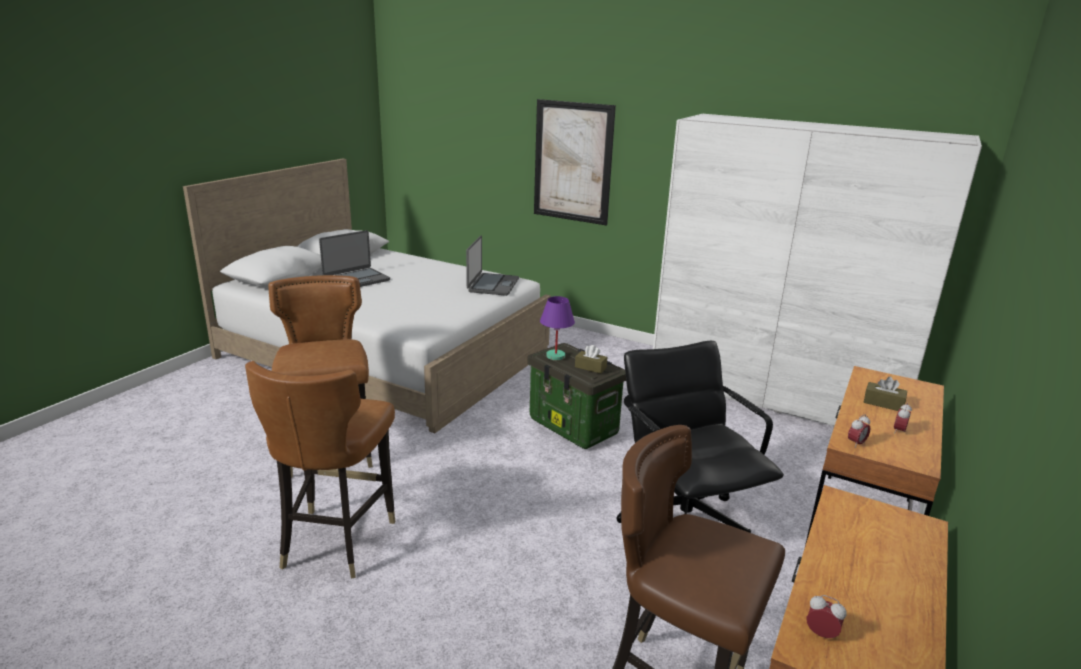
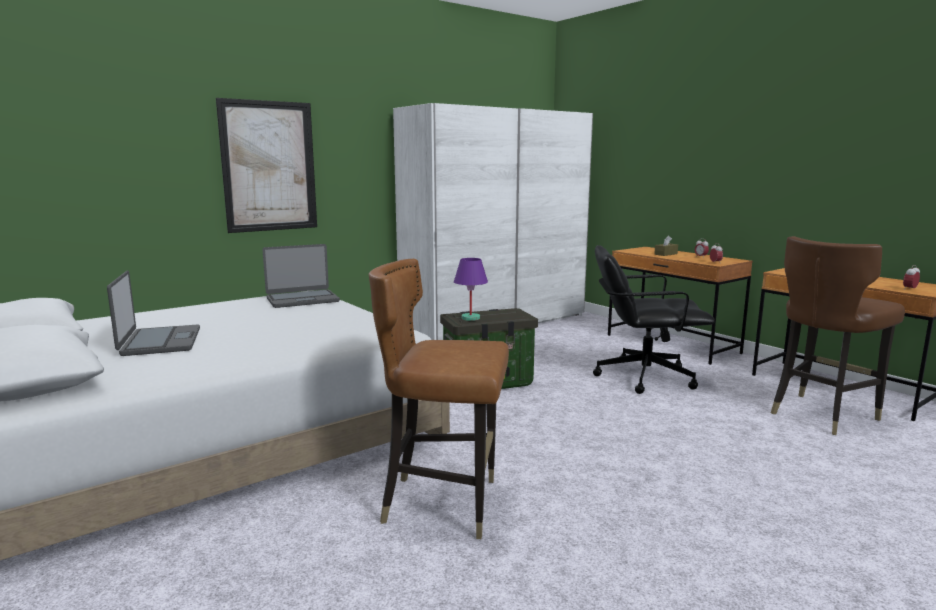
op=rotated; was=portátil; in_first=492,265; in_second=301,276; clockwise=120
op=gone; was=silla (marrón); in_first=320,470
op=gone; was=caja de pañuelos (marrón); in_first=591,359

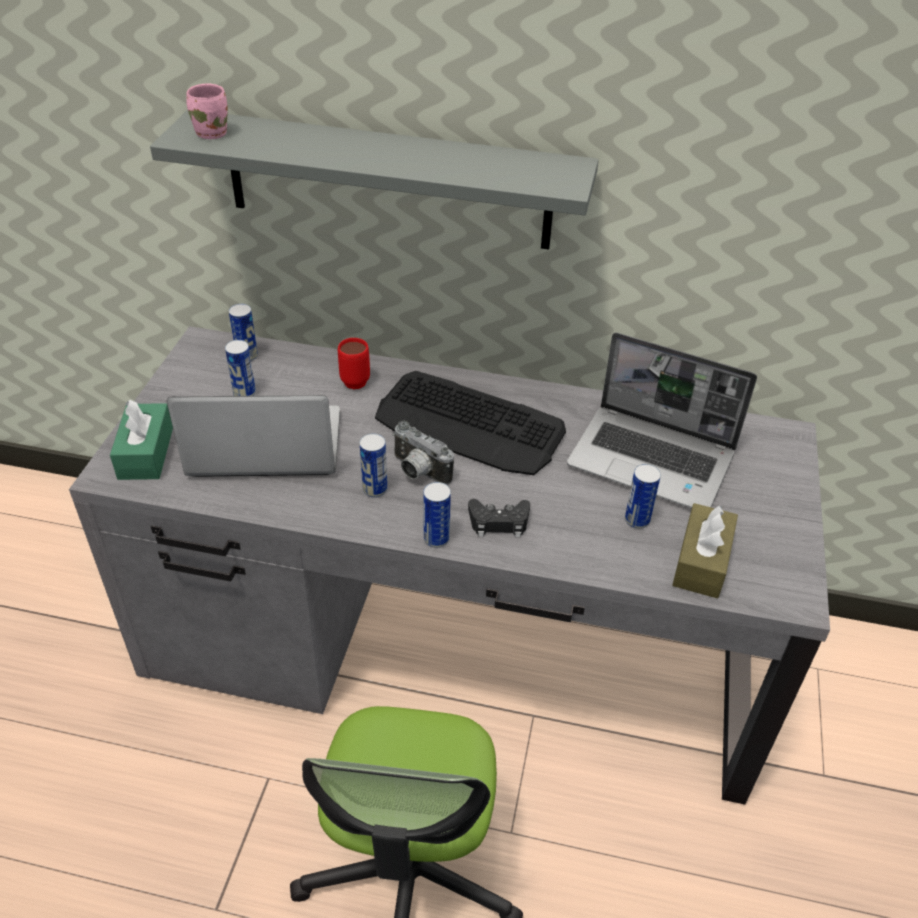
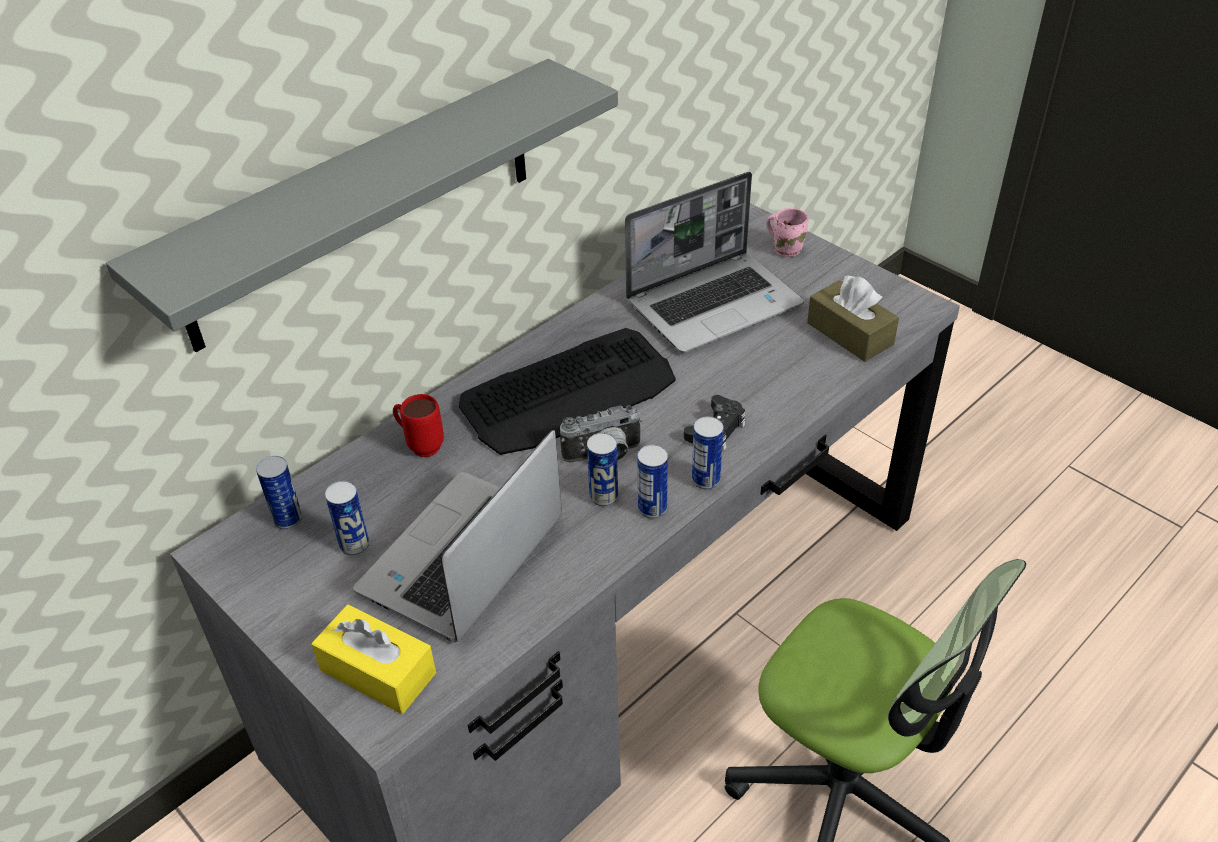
op=repainted; was=caja de pañuelos (verde); now=caja de pañuelos (amarillo); in_first=141,440; in_second=374,659
op=shifted; was=lata; in_first=643,496; in_second=653,482
op=shifted; was=taza grande (rosa); in_first=207,111; in_second=787,232

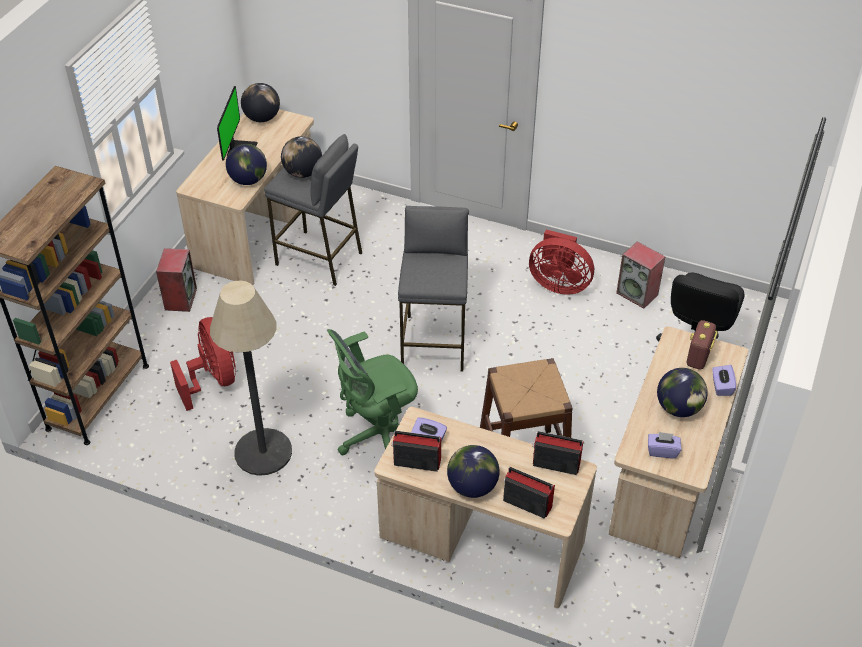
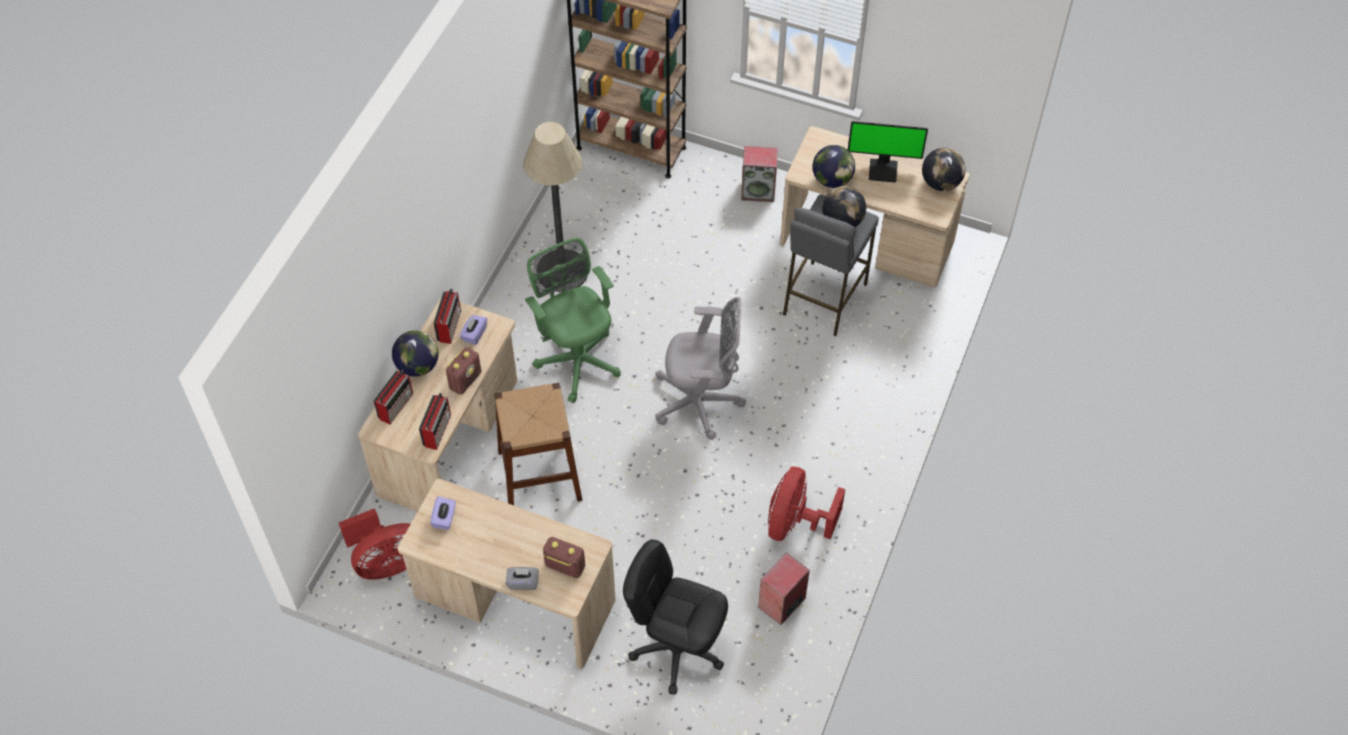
op=shifted; was=ventilador (rojo); in_first=203,364; in_second=374,544
op=new; now=radio; in_second=463,371
op=repainted; was=caja de pañuelos (morado); now=caja de pañuelos (gris); in_first=724,380; in_second=522,578
op=swapped; was=taburete (gris); now=silla de oficina (gris); in_first=433,289; in_second=700,368
op=gone; was=globo terráqueo; in_first=682,392

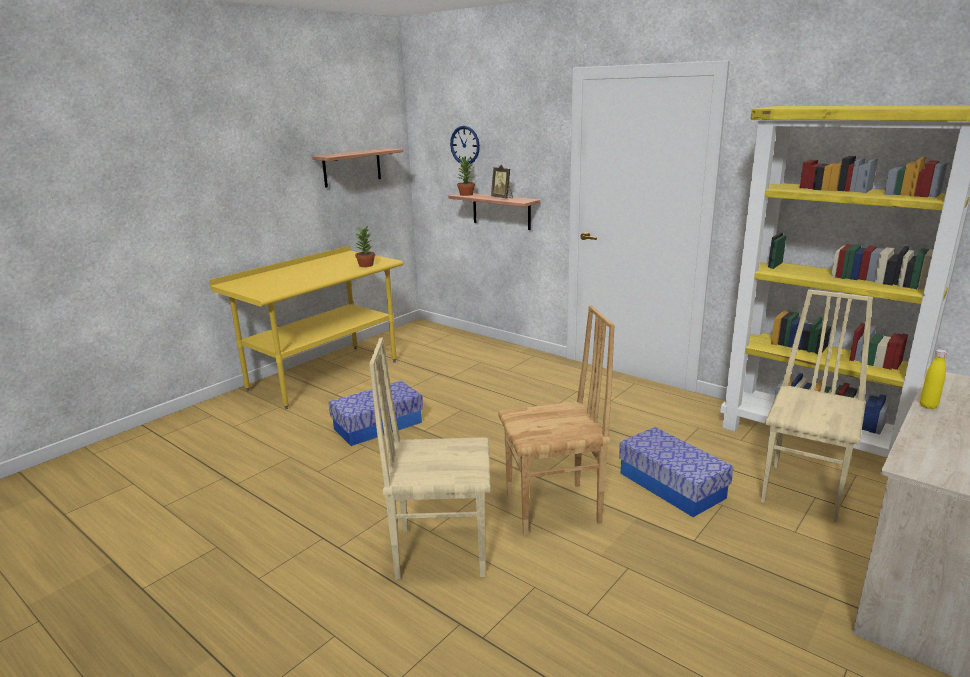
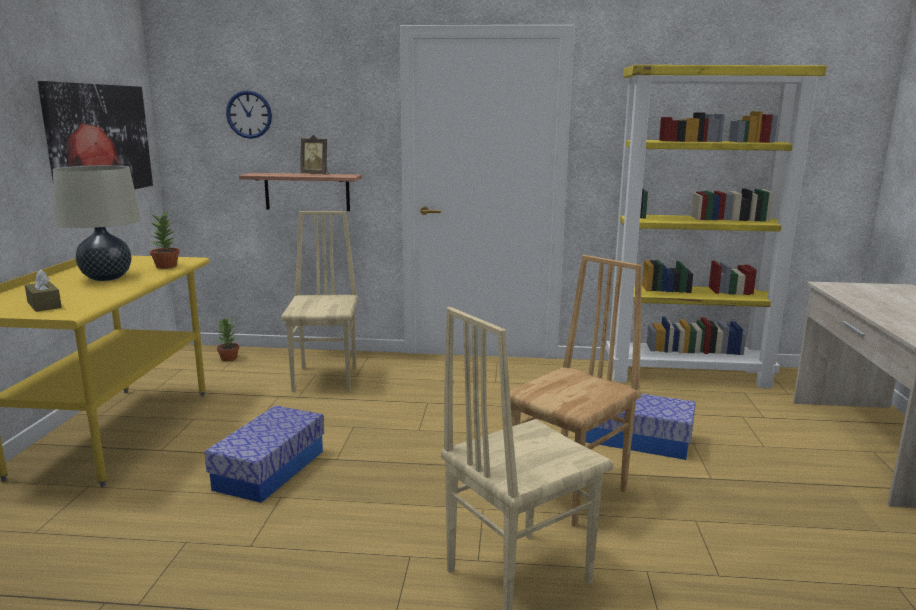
op=new; now=caja de pañuelos (marrón); in_second=43,290
op=swapped; was=estante; now=cuadro; in_first=358,168; in_second=95,135
op=new; now=lámpara de mesa (beis); in_second=97,223
op=shifted; was=planta en maceta; in_first=466,176; in_second=227,339
op=shifted; was=silla (beis); in_first=817,406; in_second=319,301
op=gone; was=botella (amarillo); in_first=933,379

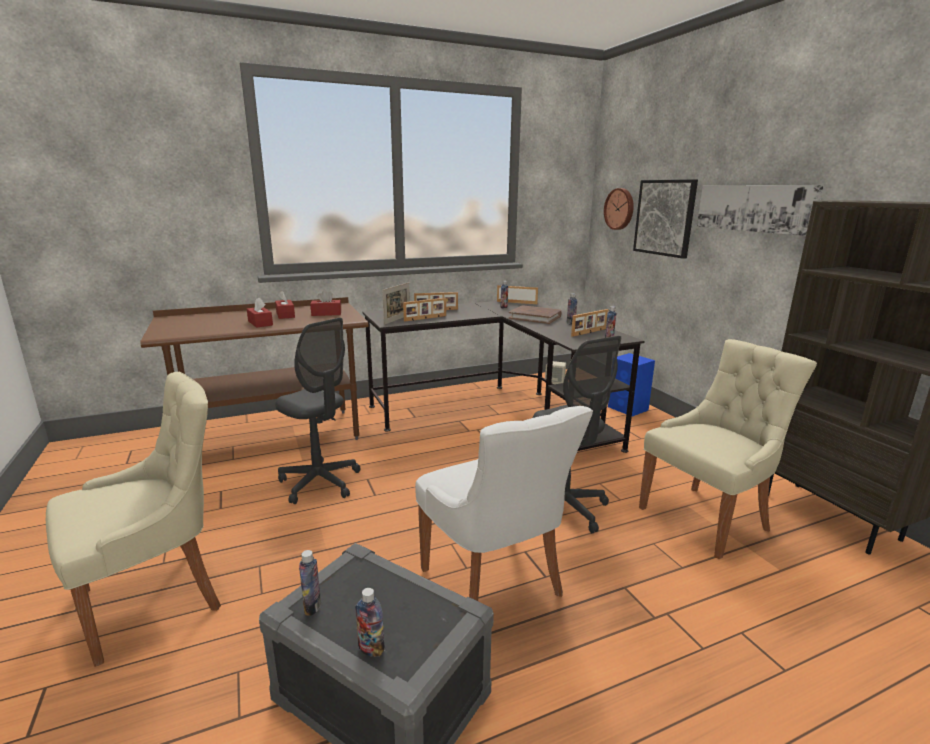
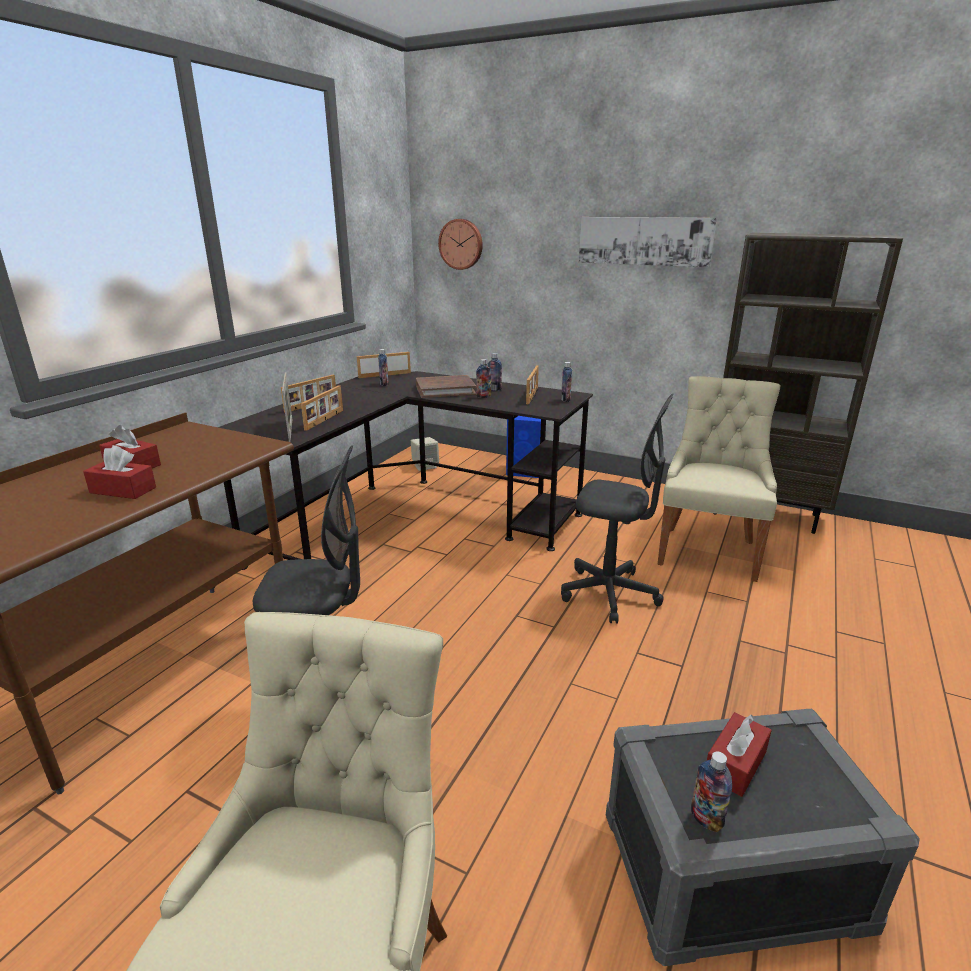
op=shifted; was=botella; in_first=370,622; in_second=484,378
op=shifted; was=caja de pañuelos (rojo); in_first=325,303; in_second=739,754
op=gone; was=silla (blanco); in_first=504,503
op=gone; was=cuadro; in_first=665,219

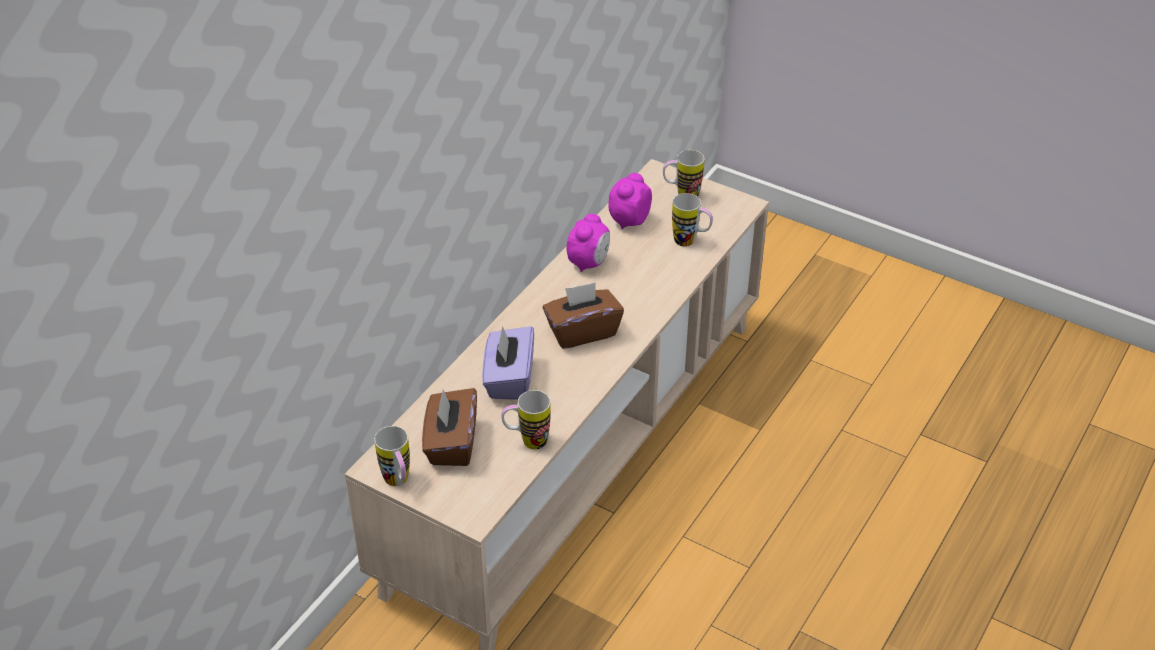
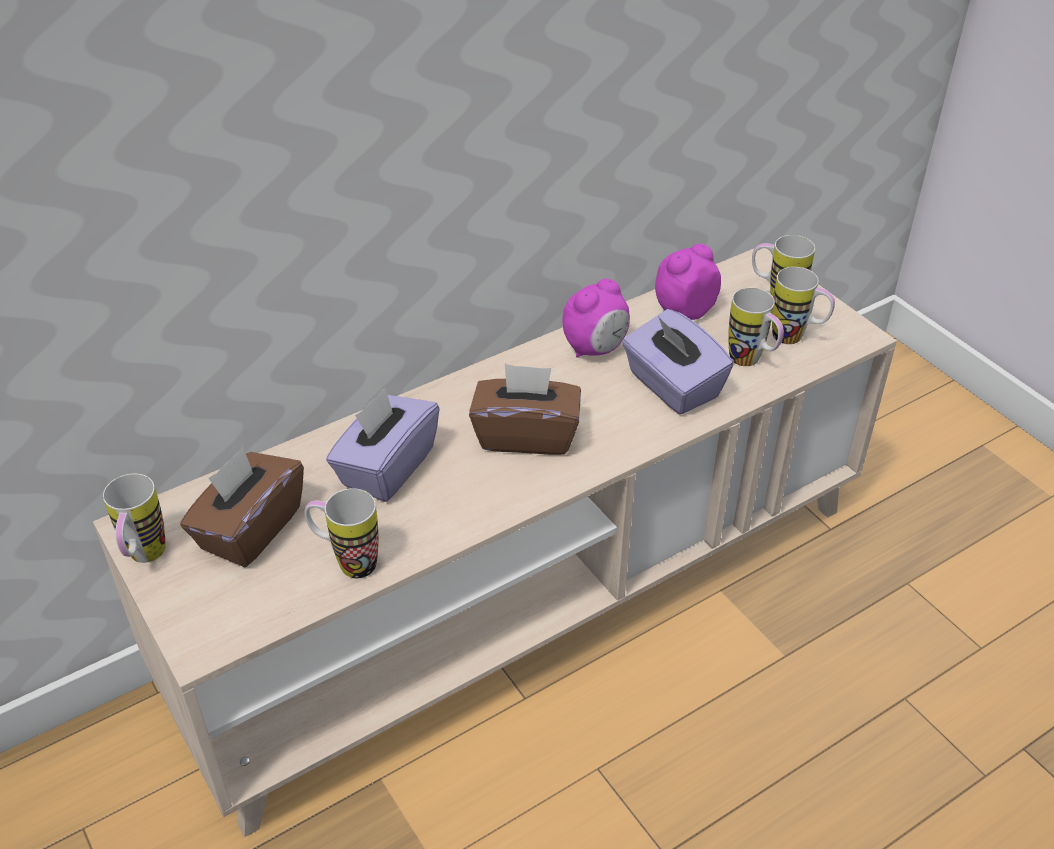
op=new; now=caja de pañuelos (morado); in_second=678,362
op=new; now=taza grande; in_second=803,305

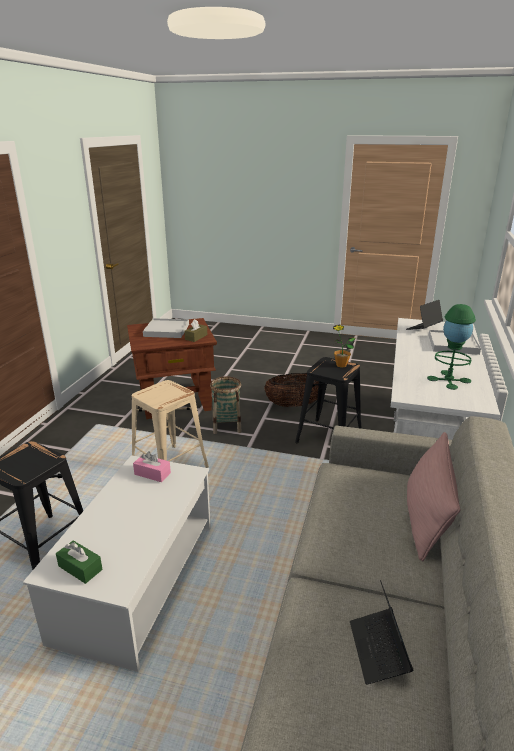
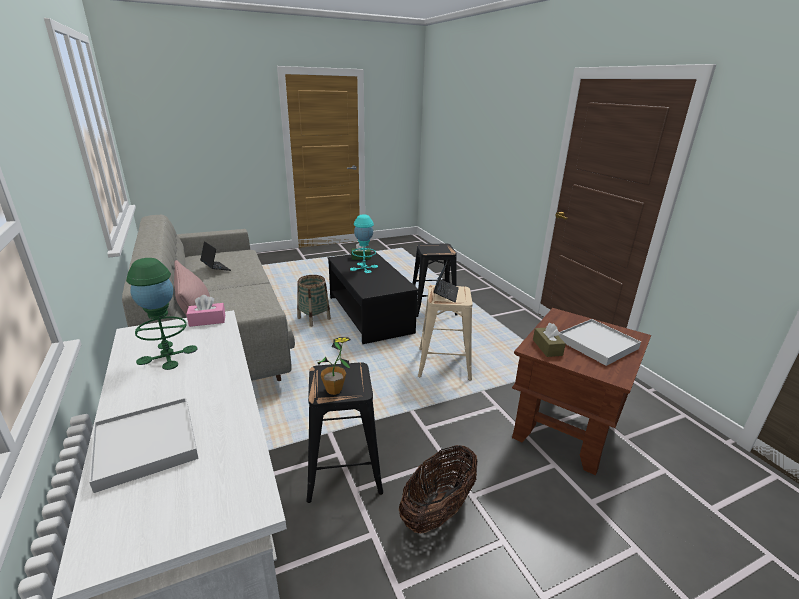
op=shifted; was=caja de pañuelos (rosa); in_first=152,466; in_second=205,311
op=shifted; was=cesta; in_first=226,405; in_second=314,301
op=repainted; was=mesa de centro (blanco); now=mesa de centro (negro); in_first=117,563; in_second=373,297
op=new; now=lámpara de mesa (turquesa); in_second=364,244
op=shifted; was=portátil; in_first=424,315; in_second=446,280

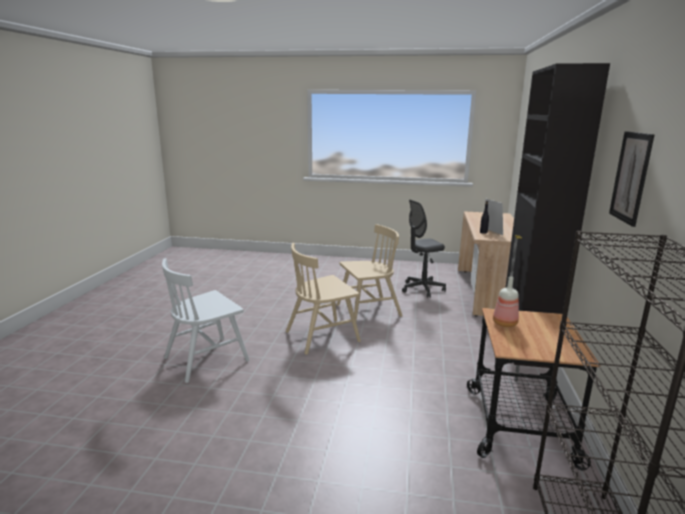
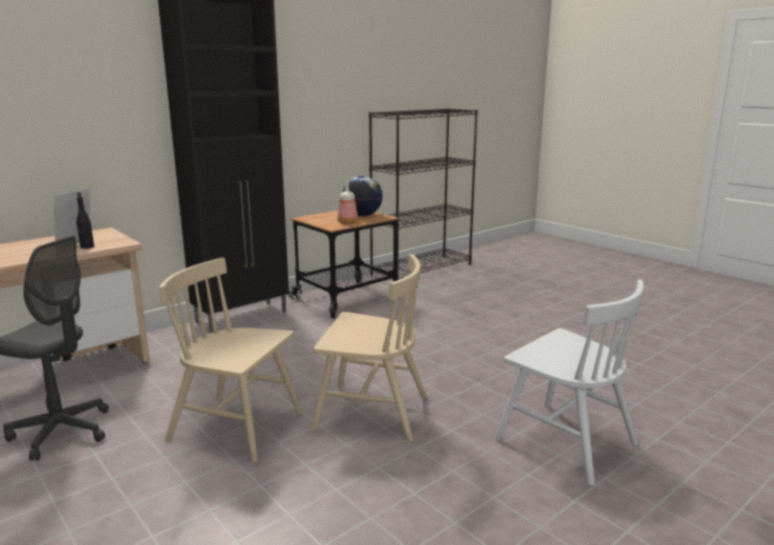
op=new; now=globo terráqueo; in_second=363,196
op=rotated; was=silla (blanco); in_first=206,320; in_second=569,382; clockwise=45
op=gone; was=cuadro; in_first=631,179

